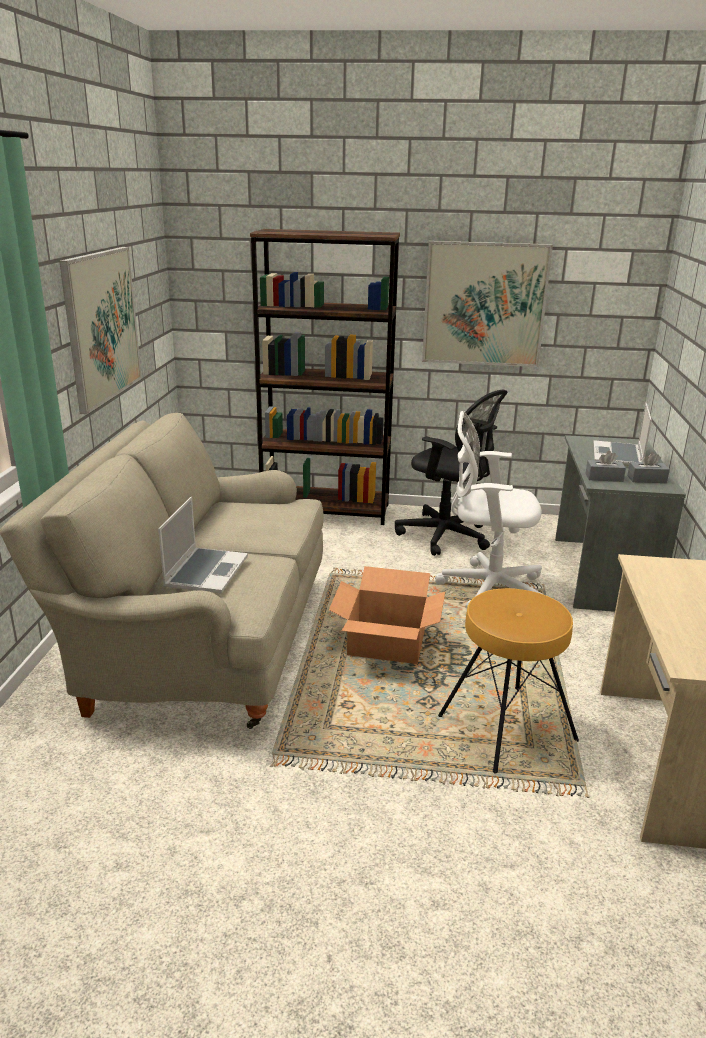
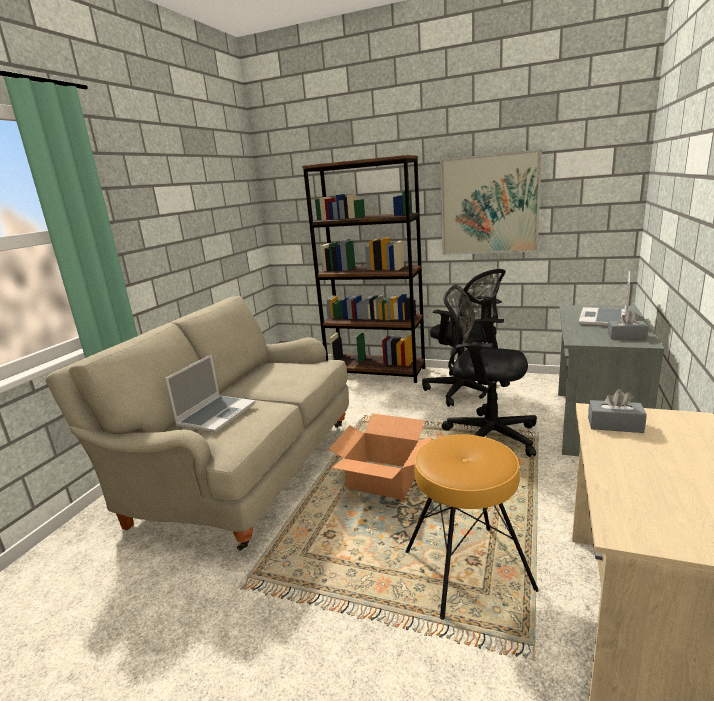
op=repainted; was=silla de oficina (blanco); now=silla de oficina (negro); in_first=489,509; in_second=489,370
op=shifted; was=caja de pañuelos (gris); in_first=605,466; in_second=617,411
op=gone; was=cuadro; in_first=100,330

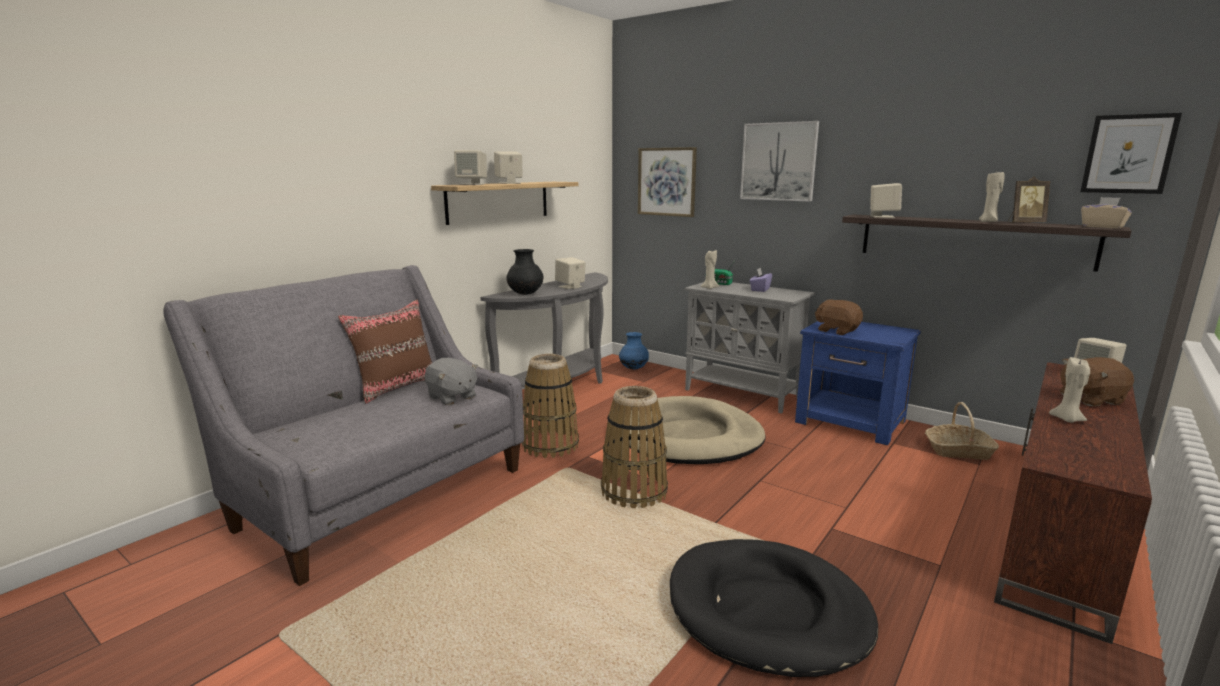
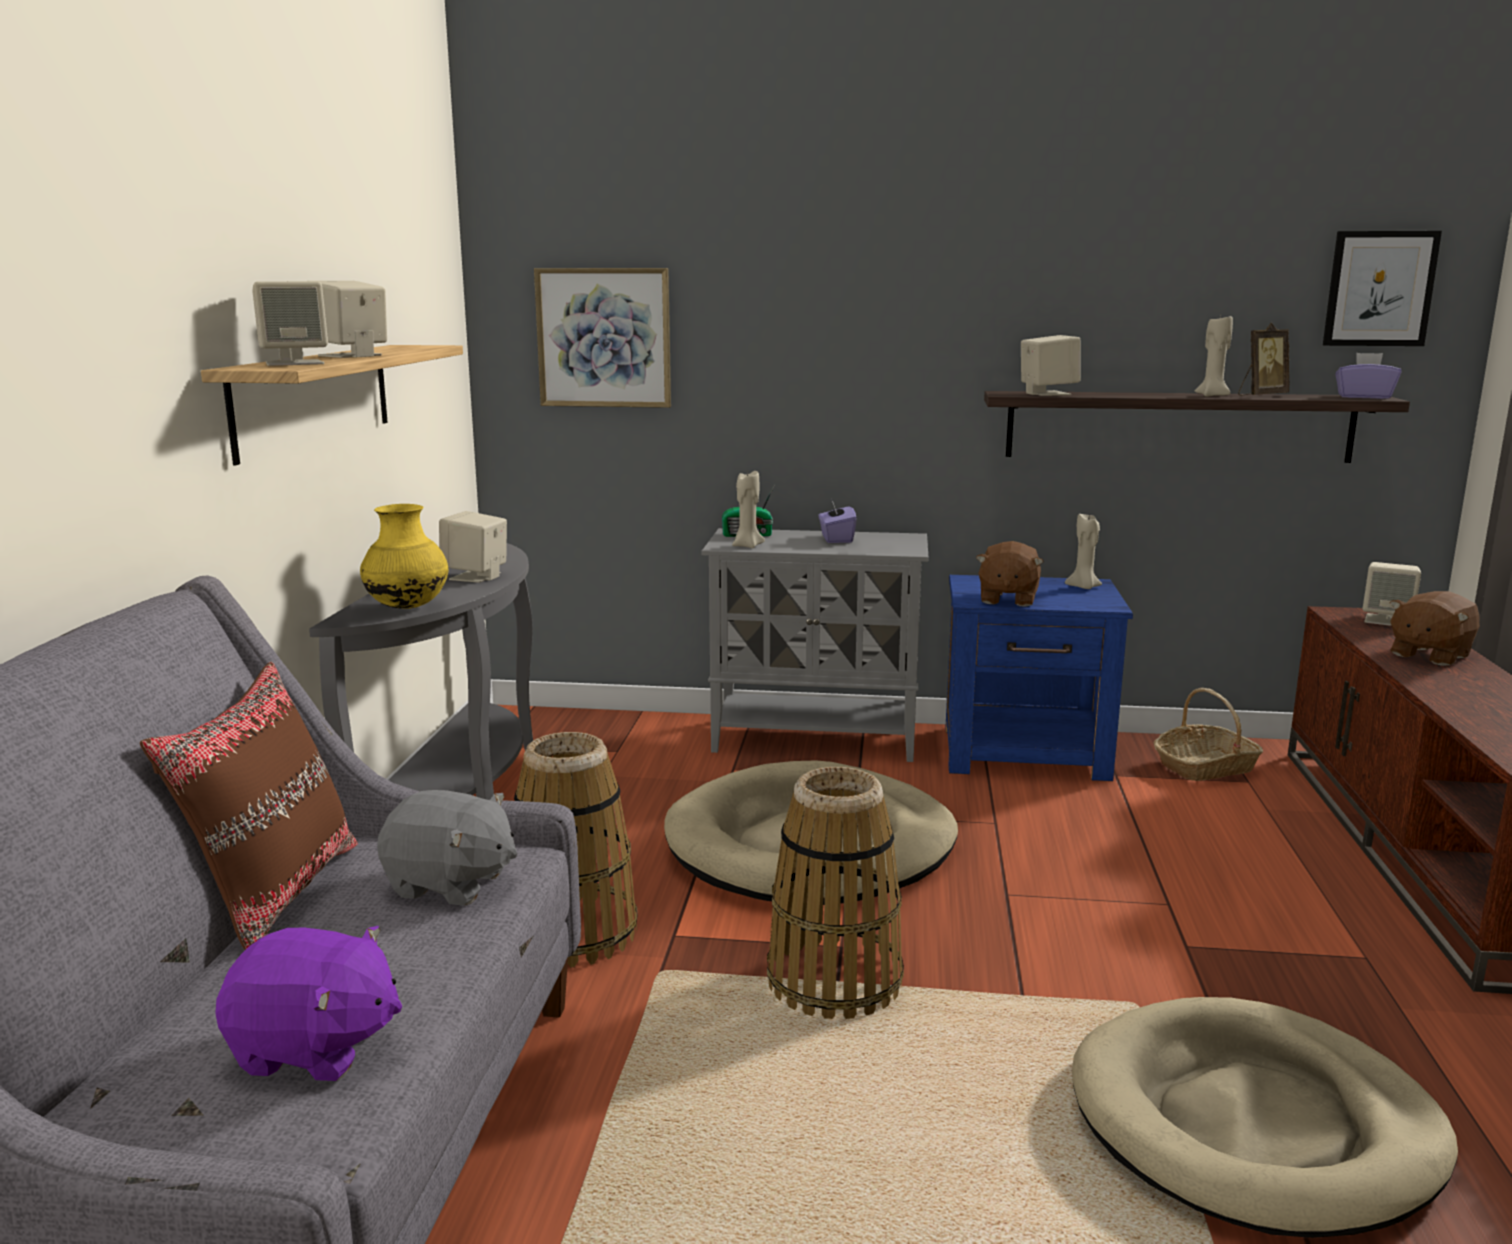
op=new; now=peluche (morado); in_second=308,1003
op=repainted; was=florero (negro); now=florero (amarillo); in_first=524,272; in_second=404,556
op=rotated; was=peluche (marrón); in_first=839,317; in_second=1010,574; clockwise=-90
op=shifted; was=vela (beis); in_first=1069,390; in_second=1083,551
op=repainted; was=cama para perro (negro); now=cama para perro (beis); in_first=774,608; in_second=1265,1117
op=repainted; was=caja de pañuelos (beis); now=caja de pañuelos (morado); in_first=1106,212; in_second=1368,376
op=gone; was=florero (azul); in_first=634,350
op=gone; was=cuadro; in_first=779,161

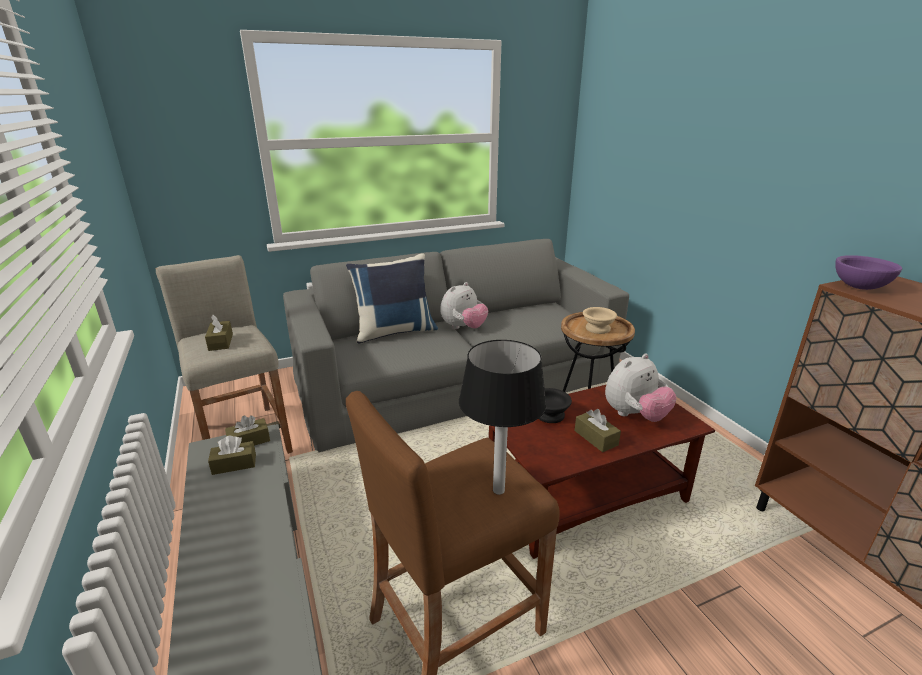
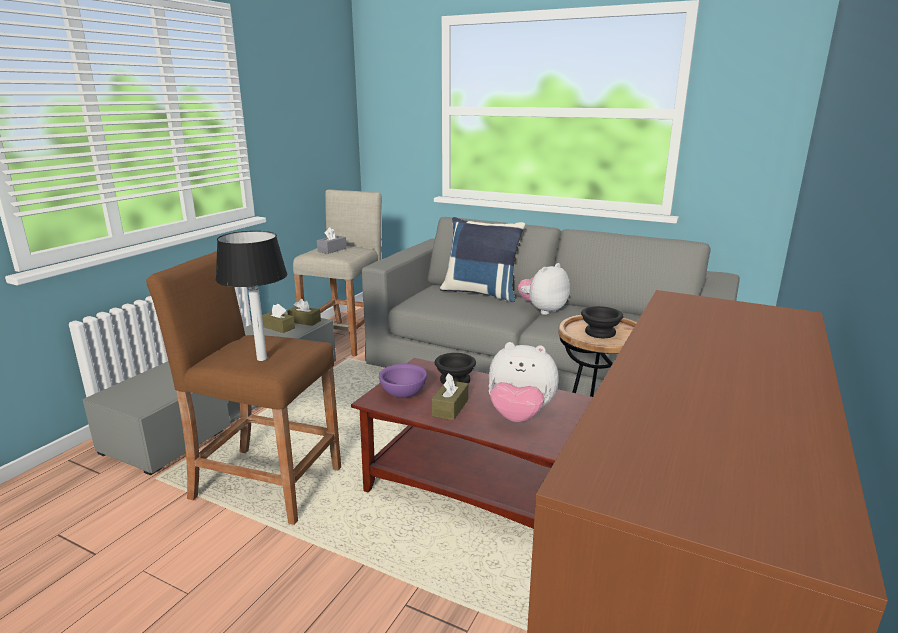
op=repainted; was=caja de pañuelos (marrón); now=caja de pañuelos (gris); in_first=219,333; in_second=332,240
op=shifted; was=cuenco (morado); in_first=868,272; in_second=403,381
op=rotated; was=peluche; in_first=464,305; in_second=544,289; clockwise=135
op=repainted; was=cuenco (beis); now=cuenco (negro); in_first=600,320; in_second=602,322

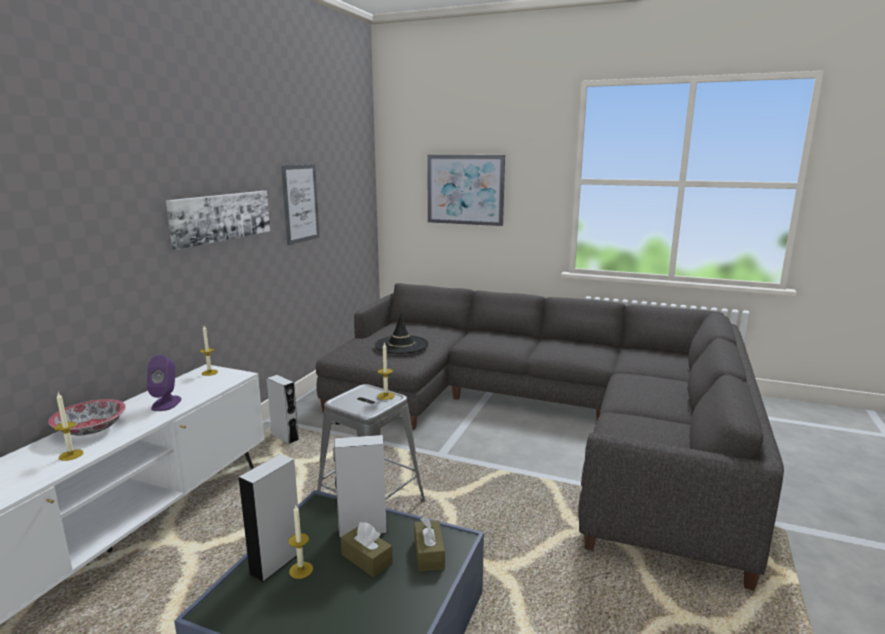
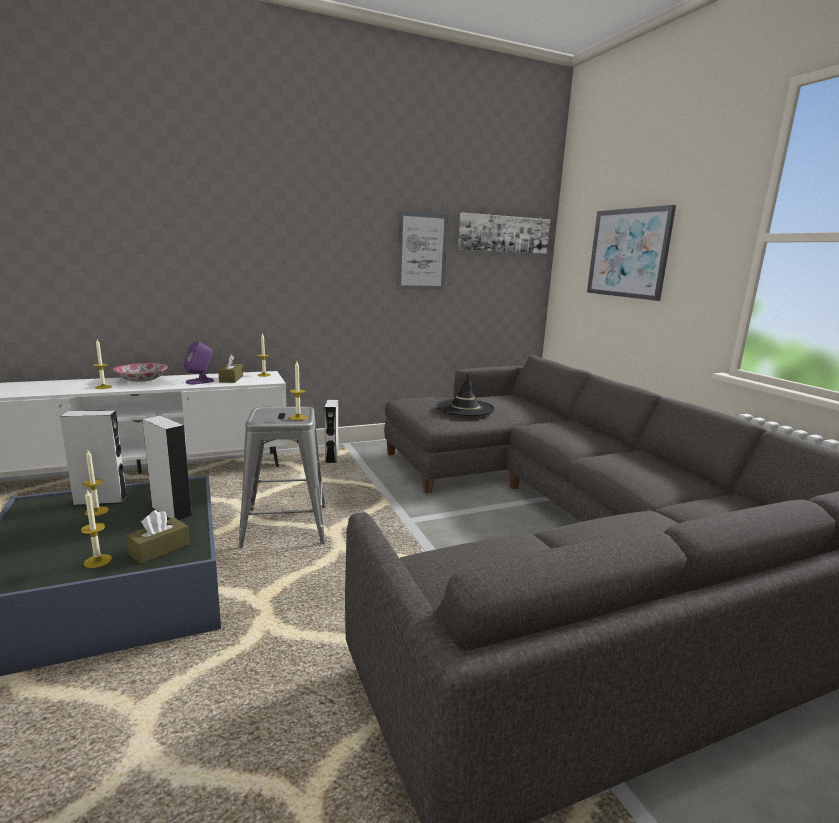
op=new; now=vela; in_second=96,528
op=shifted; was=caja de pañuelos (marrón); in_first=367,549; in_second=230,369
op=shifted; was=cuadro; in_first=218,220; in_second=504,233

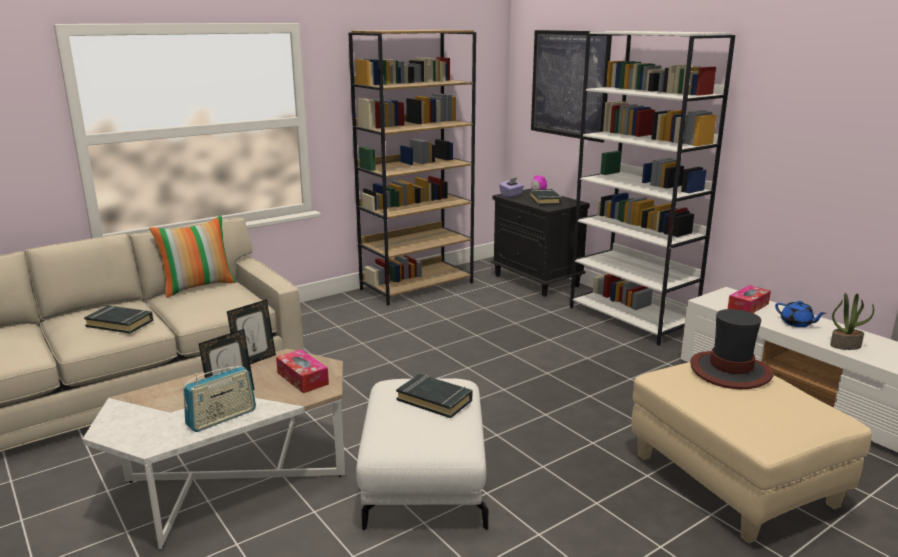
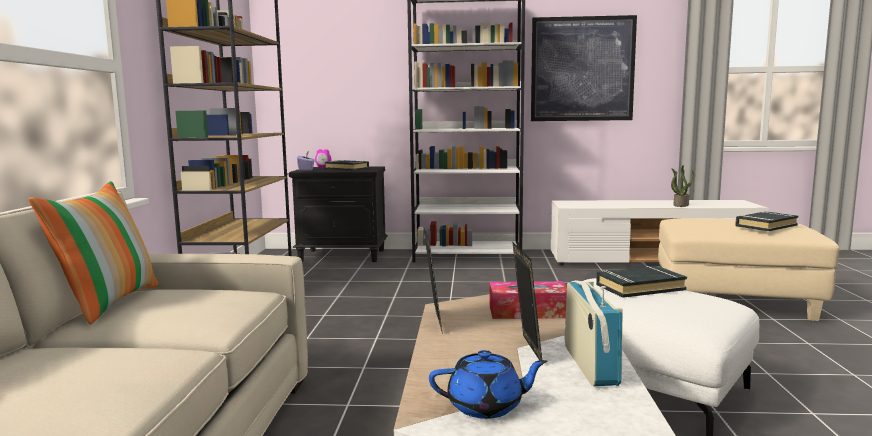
op=shifted; was=tetera (azul); in_first=801,314; in_second=488,384
op=shifted; was=cuadro; in_first=571,86; in_second=584,68
op=shifted; was=libro (negro); in_first=118,320; in_second=766,221
op=gone; was=sombrero; in_first=732,349
op=gone; was=caja de pañuelos; in_first=749,299

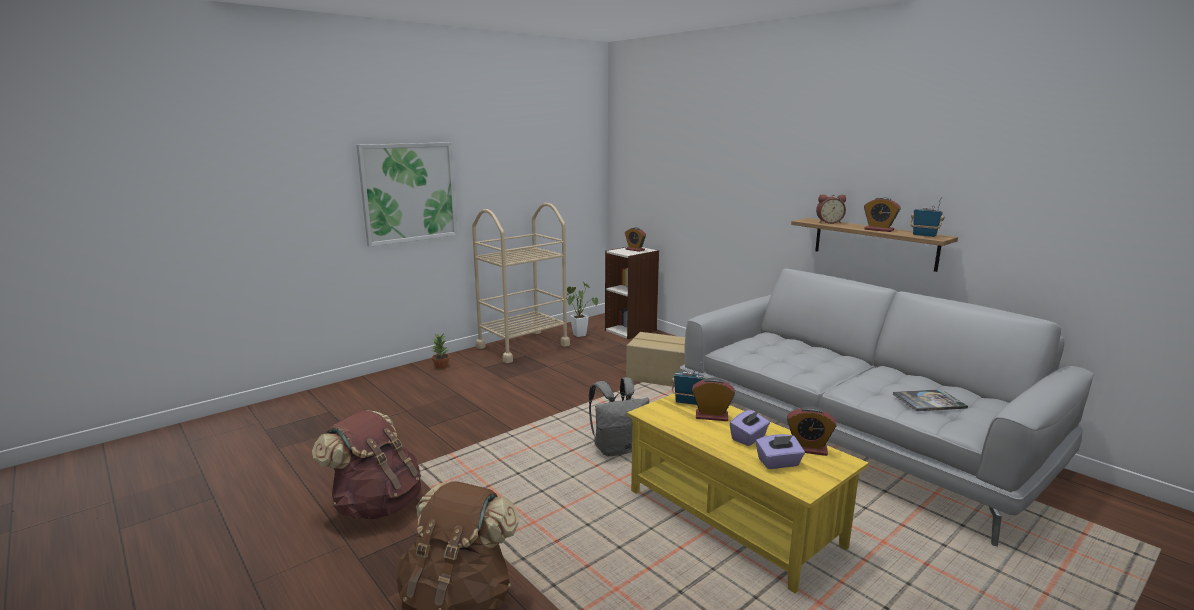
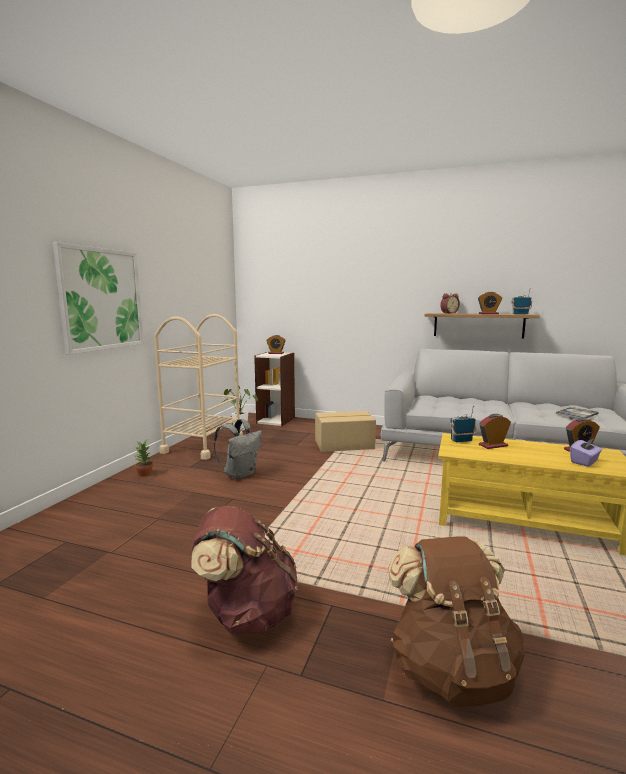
op=shifted; was=mochila (gris); in_first=619,417; in_second=238,449
op=gone; was=caja de pañuelos (morado); in_first=750,428

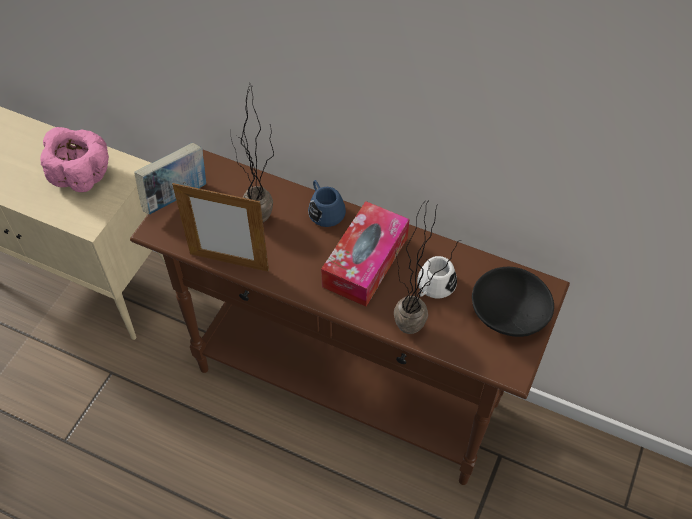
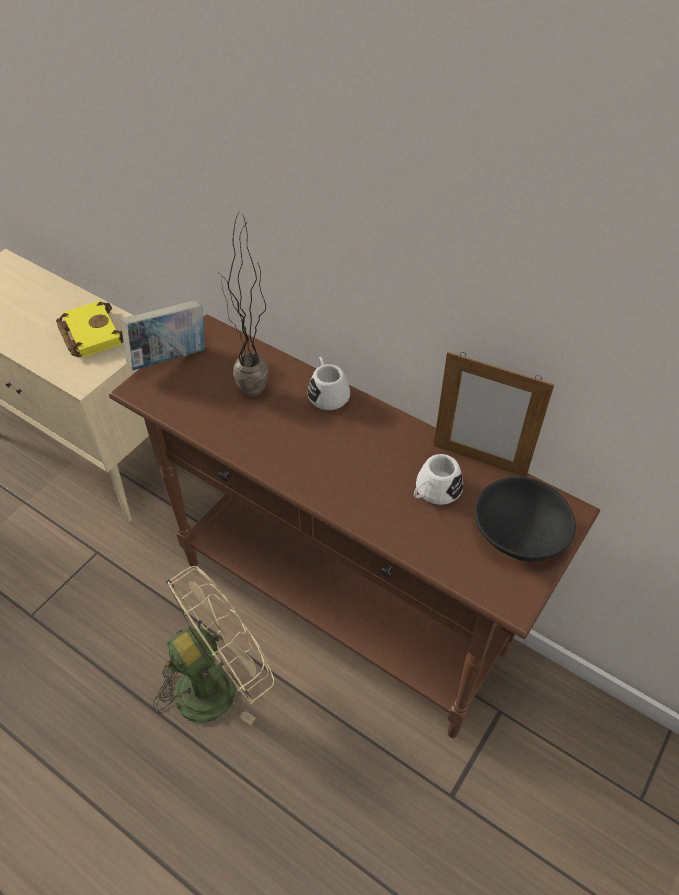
op=swapped; was=cuenco (rosa); now=libro (amarillo); in_first=74,159; in_second=89,329
op=new; now=ventilador (beis); in_second=213,645
op=repainted; was=taza grande (azul); now=taza grande (blanco); in_first=327,203; in_second=329,383
op=shifted; was=portarretratos; in_first=220,227; in_second=494,414
op=gone; was=caja de pañuelos; in_first=365,253
op=gone; was=planta en maceta; in_first=427,267

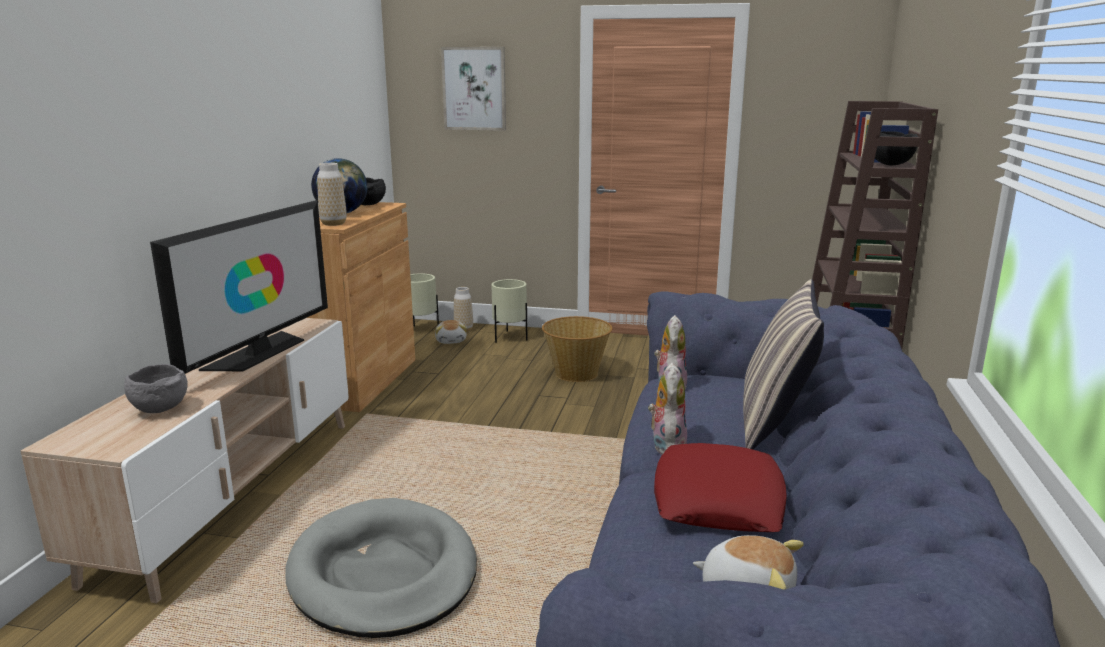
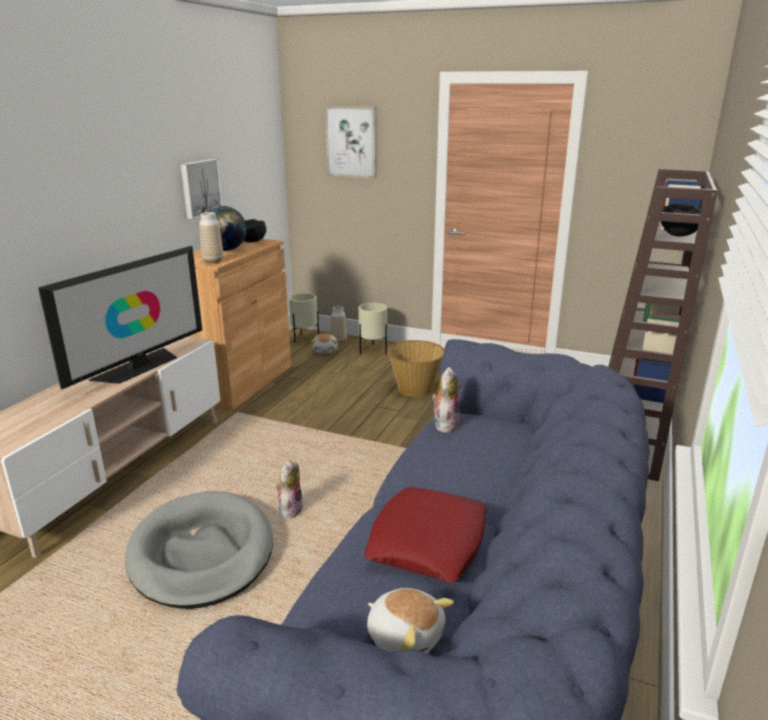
op=new; now=cuadro; in_second=202,189
op=shifted; was=peluche; in_first=667,409; in_second=289,490
op=gone; was=cuenco (gris); in_first=156,388
op=gone; was=cojín; in_first=783,364

